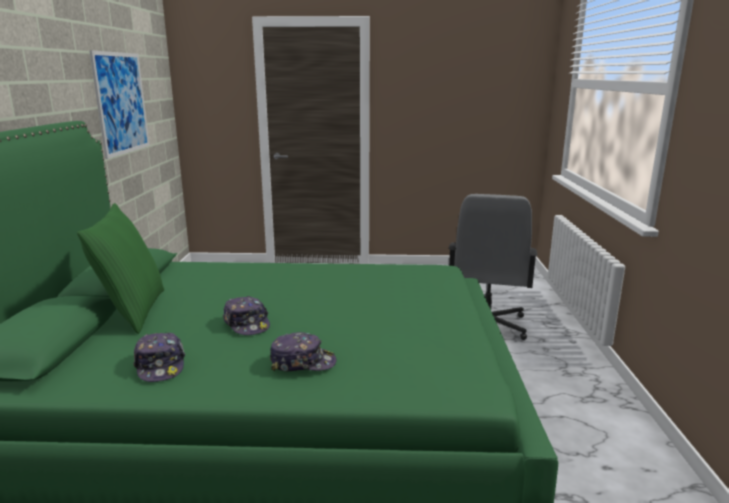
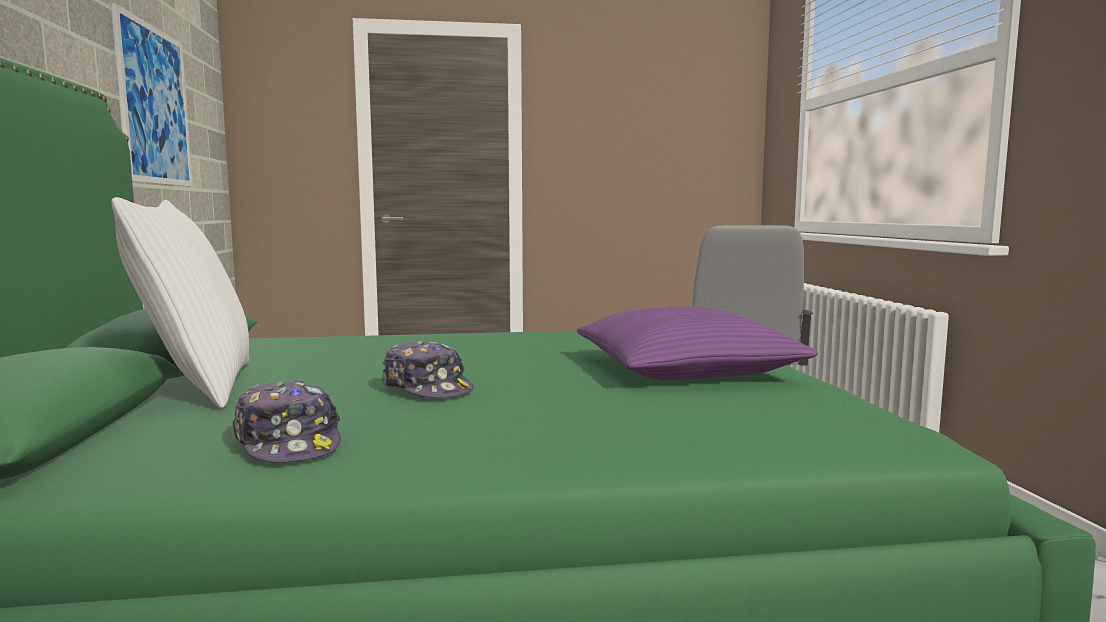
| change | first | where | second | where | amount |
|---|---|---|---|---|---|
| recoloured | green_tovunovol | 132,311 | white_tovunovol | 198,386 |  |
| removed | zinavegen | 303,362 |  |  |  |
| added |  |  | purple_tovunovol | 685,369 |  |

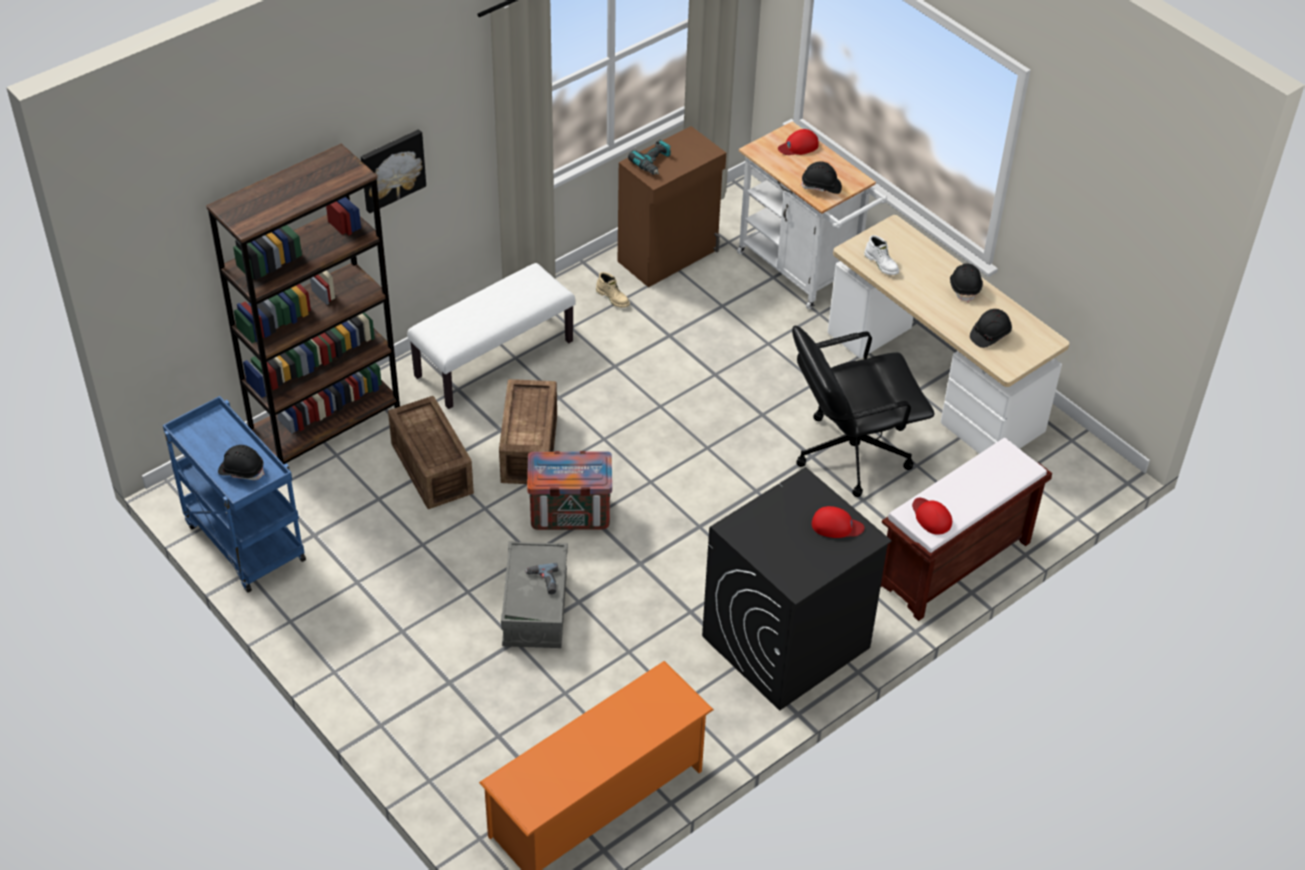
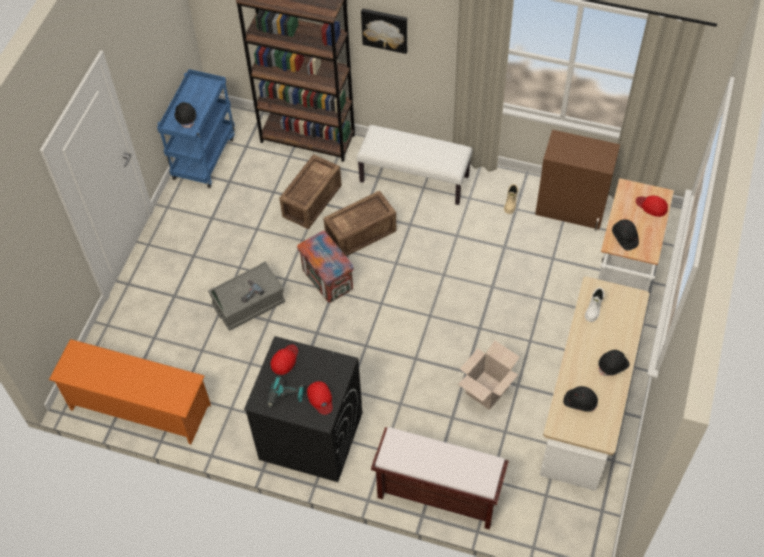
| change | first | where | second | where | amount |
|---|---|---|---|---|---|
| moved | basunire | 653,163 |  | 286,396 |  |
| replaced | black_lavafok | 850,452 | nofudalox | 486,390 |  |
| moved | red_zinavegen | 931,517 |  | 285,360 |  |

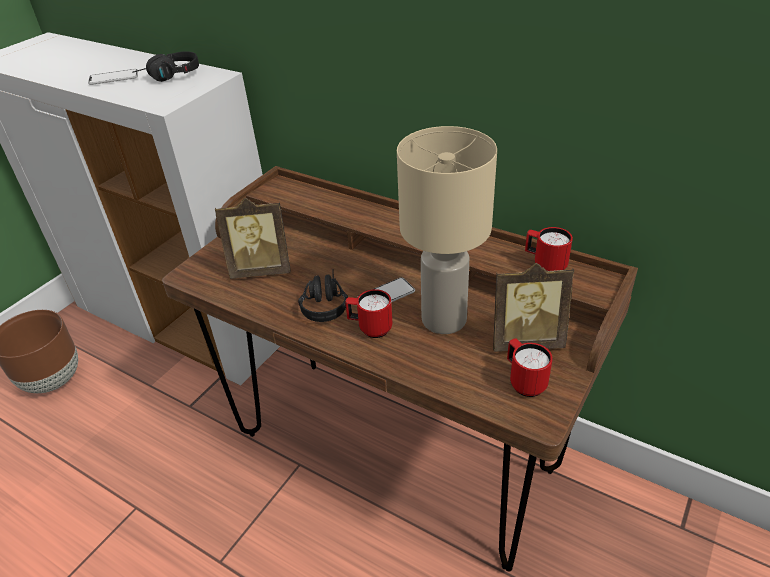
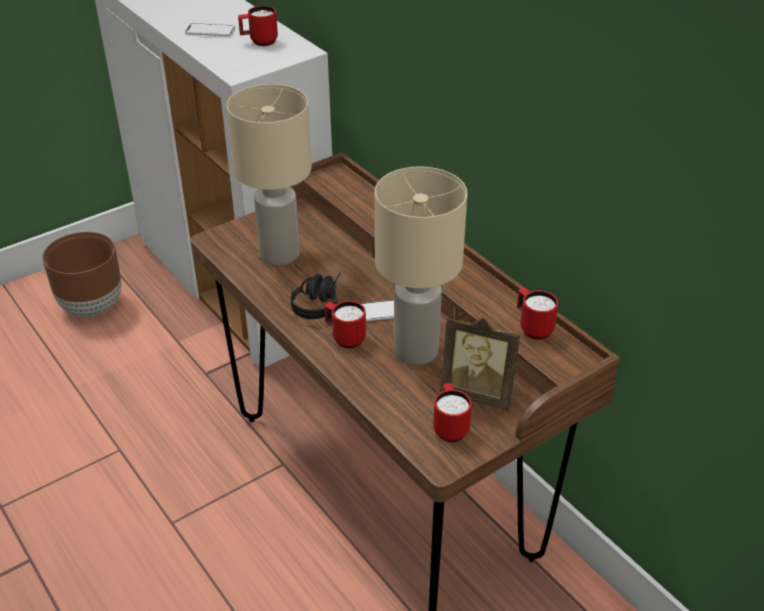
| change | first | where | second | where | amount |
|---|---|---|---|---|---|
| replaced | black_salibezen | 169,77 | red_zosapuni | 259,42 |  |
| replaced | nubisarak | 261,270 | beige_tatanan | 280,254 |  |

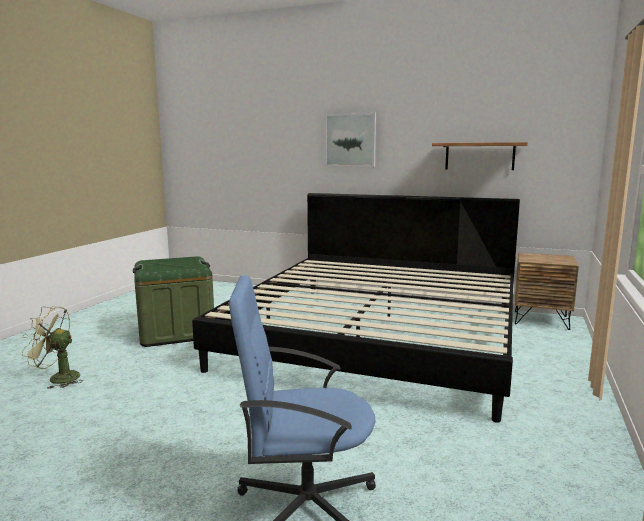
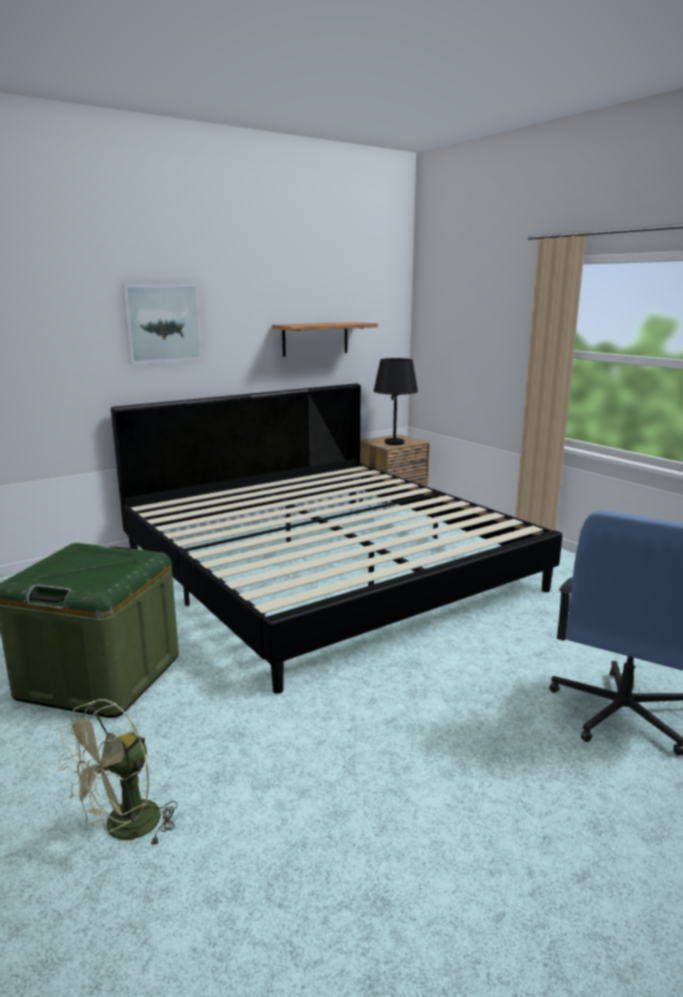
| change | first | where | second | where | amount |
|---|---|---|---|---|---|
| added |  |  | black_tatanan | 394,443 |  |

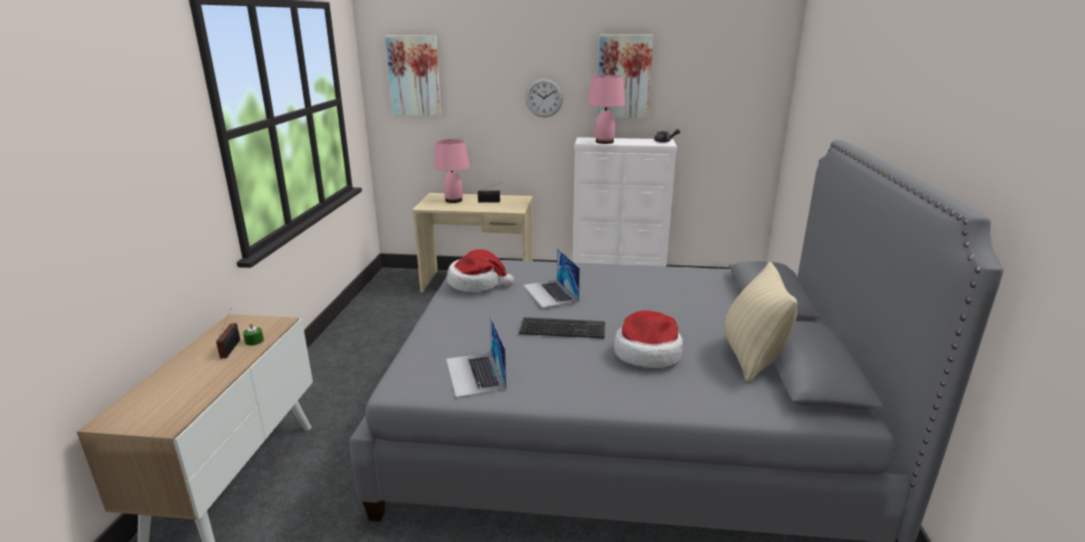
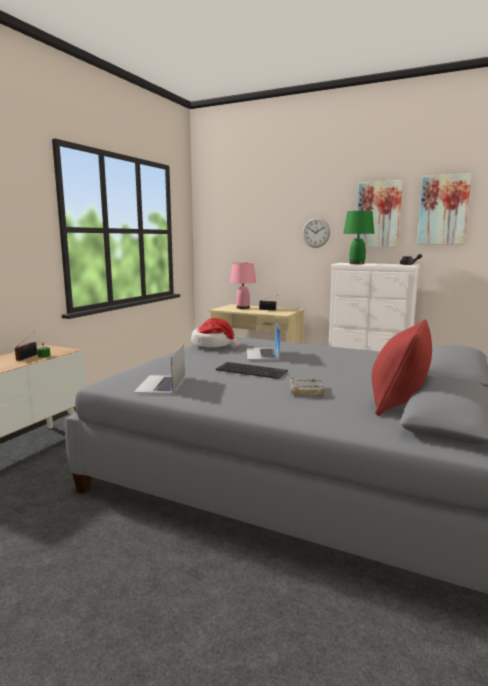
| change | first | where | second | where | amount |
|---|---|---|---|---|---|
| moved | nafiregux | 414,76 |  | 443,210 |  |
| recoloured | pink_tatanan | 605,142 | green_tatanan | 357,264 |  |
| recoloured | beige_tovunovol | 752,358 | red_tovunovol | 397,403 |  |
| replaced | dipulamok | 647,353 | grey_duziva | 305,390 |  |

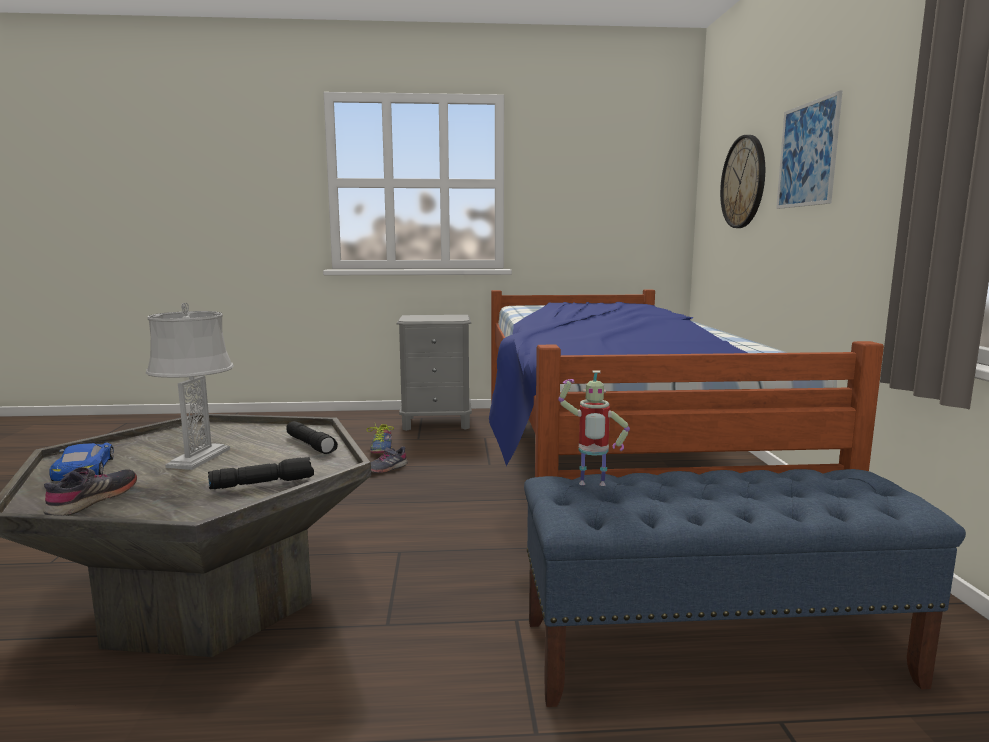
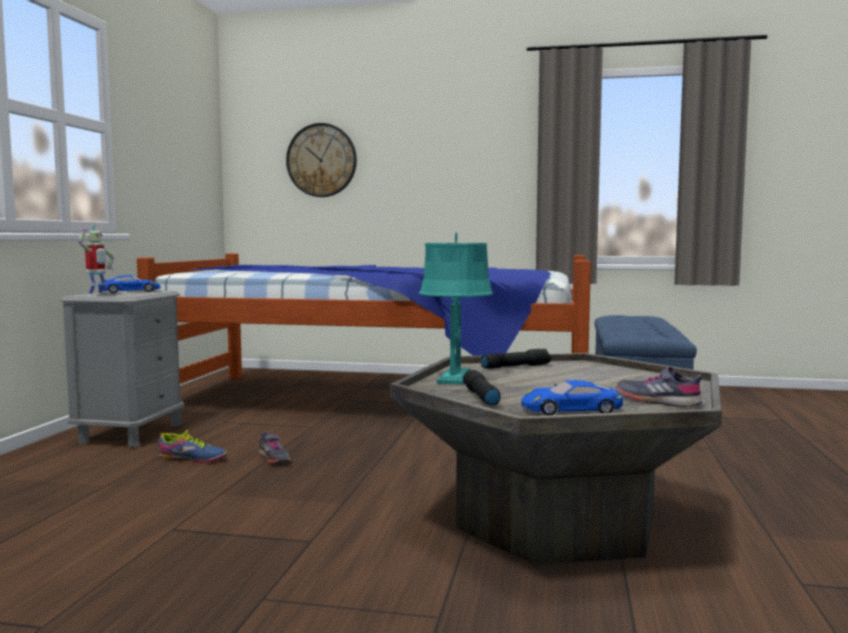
| change | first | where | second | where | amount |
|---|---|---|---|---|---|
| removed | nafiregux | 807,154 |  |  |  |
| removed | grey_tatanan | 199,458 |  |  |  |
| moved | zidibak | 591,485 |  | 97,295 |  |
| moved | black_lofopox | 263,483 |  | 480,397 |  |
| added |  |  | turquoise_tatanan | 455,378 |  |
| added |  |  | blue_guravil | 130,291 |  |

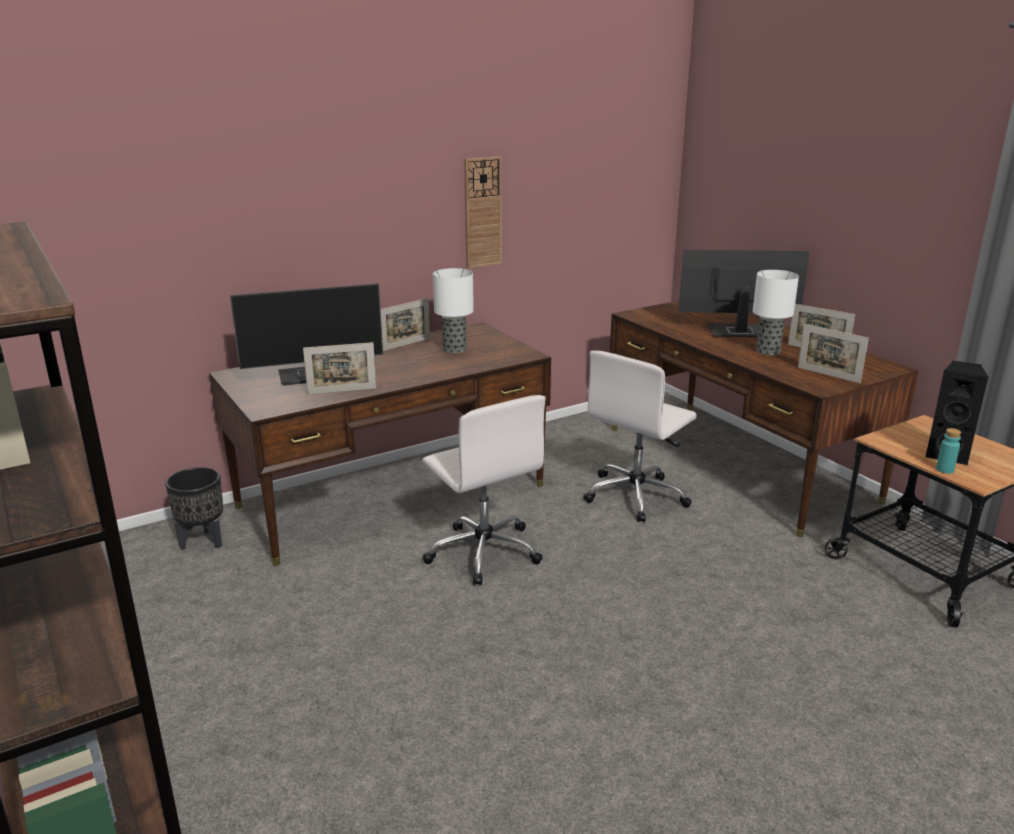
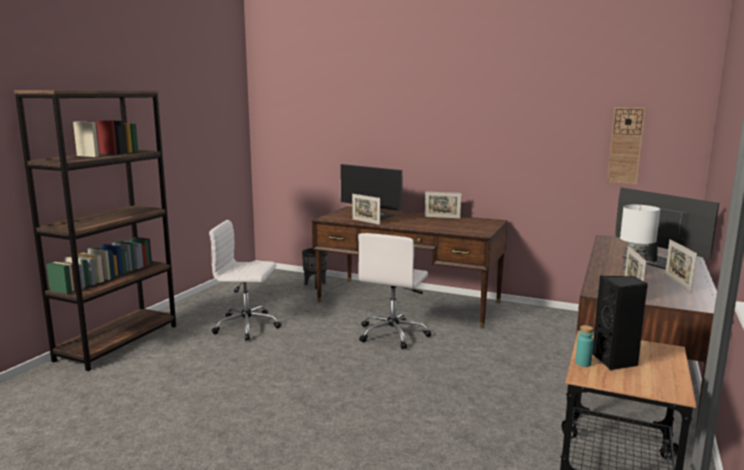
| change | first | where | second | where | amount |
|---|---|---|---|---|---|
| moved | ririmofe | 482,212 |  | 625,145 |  |
| removed | tatanan | 454,349 |  |  |  |
| moved | white_lavafok | 636,496 |  | 248,326 |  |

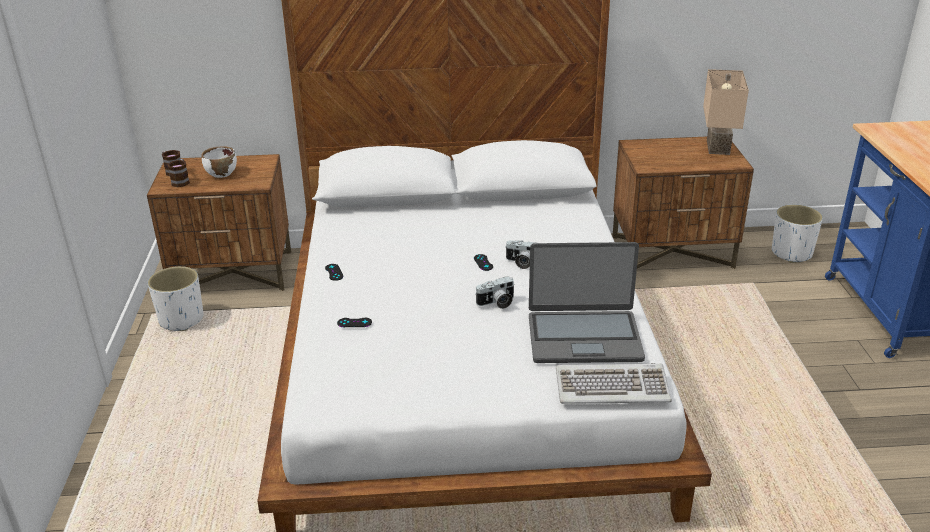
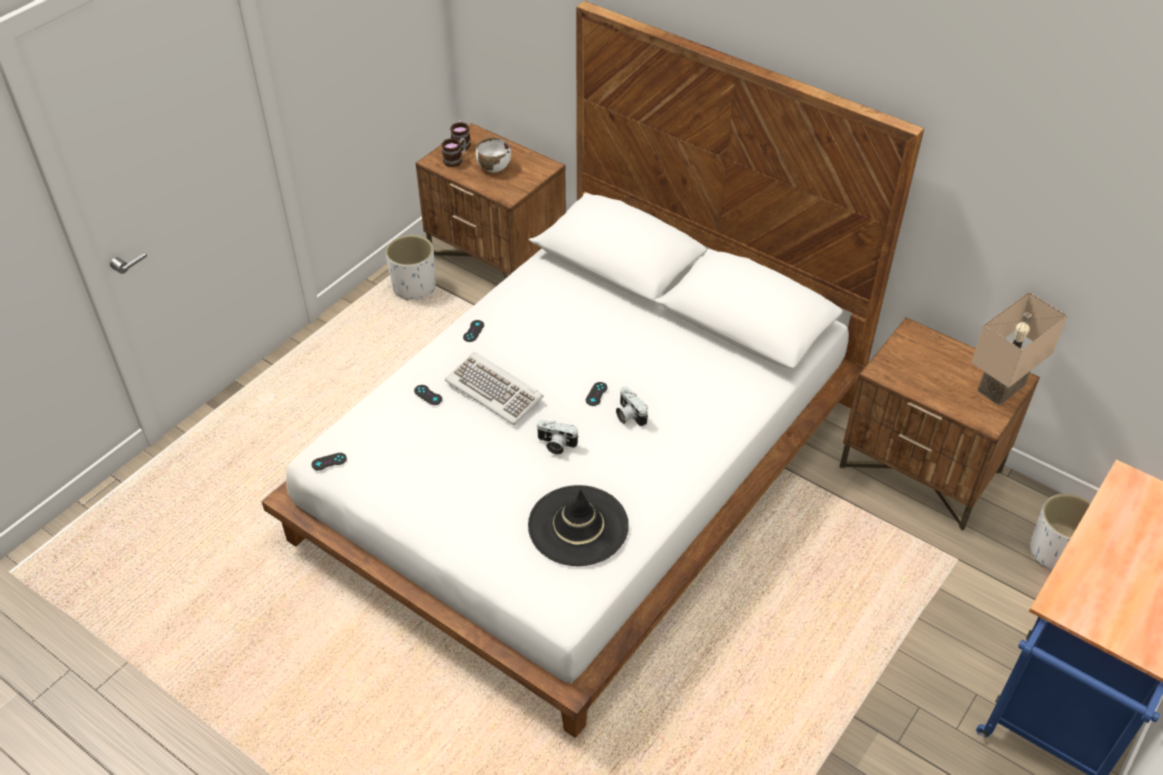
| change | first | where | second | where | amount |
|---|---|---|---|---|---|
| replaced | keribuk | 584,337 | black_dipulamok | 578,526 |  |
| moved | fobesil | 612,387 |  | 495,390 |  |
| added |  |  | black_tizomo | 329,461 |  |

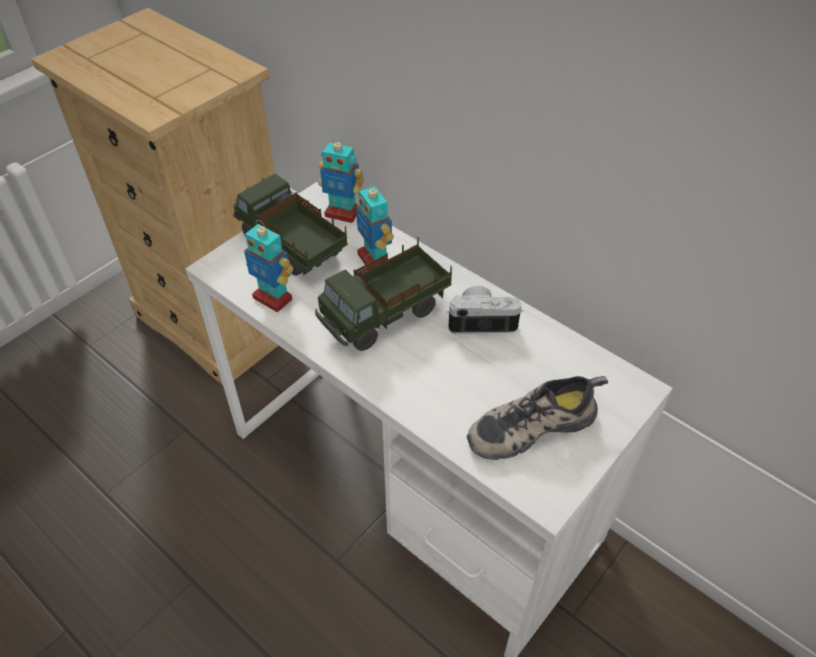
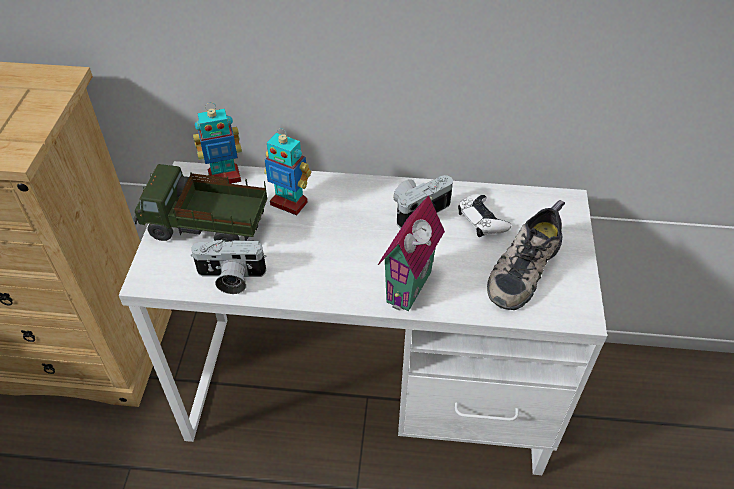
| change | first | where | second | where | amount |
|---|---|---|---|---|---|
| replaced | zidibak | 273,298 | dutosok | 230,278 |  |
| removed | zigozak | 386,315 |  |  |  |
| added |  |  | white_tizomo | 482,219 |  |
| added |  |  | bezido | 412,289 |  |

